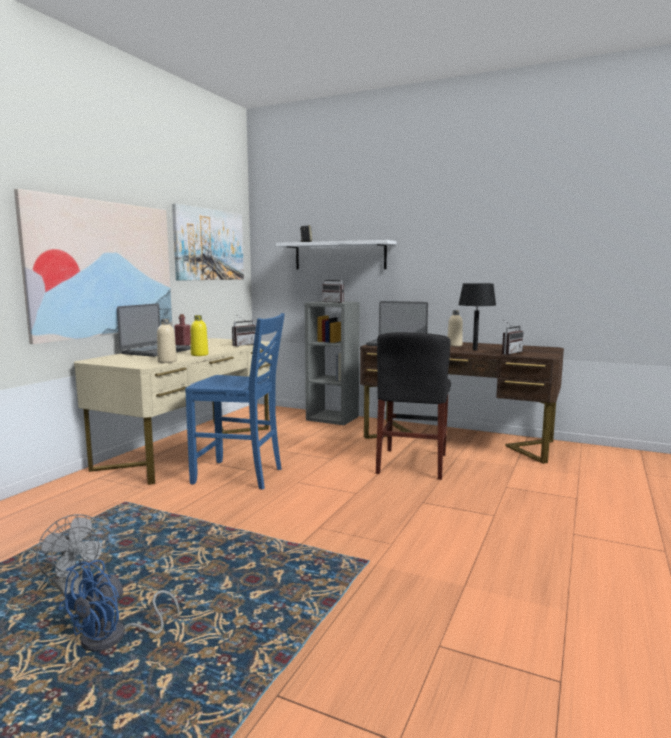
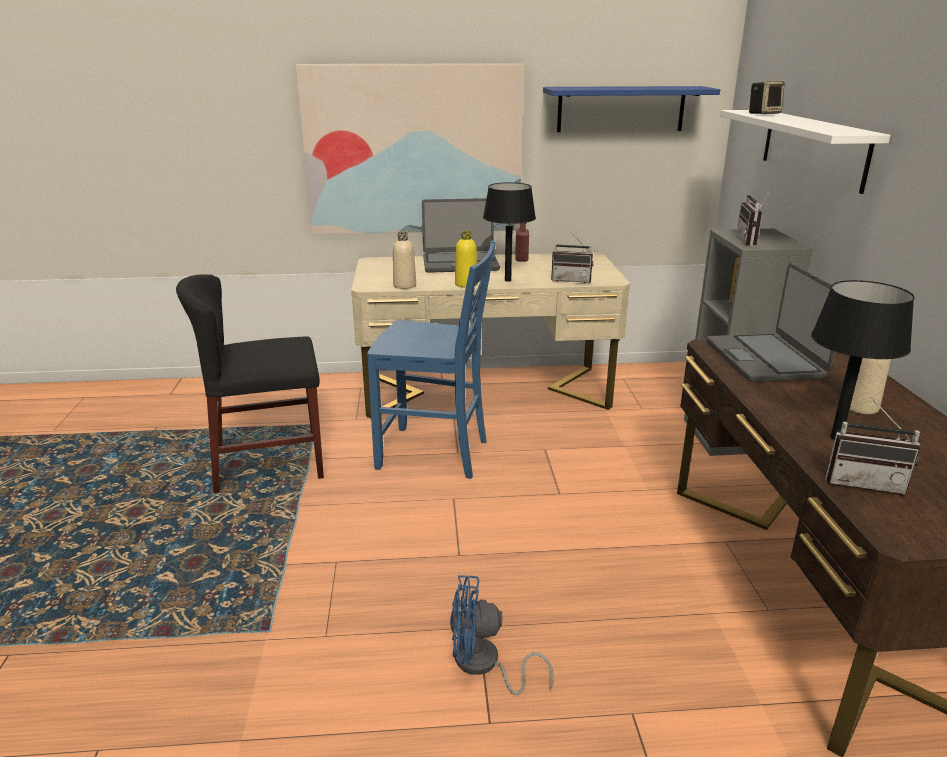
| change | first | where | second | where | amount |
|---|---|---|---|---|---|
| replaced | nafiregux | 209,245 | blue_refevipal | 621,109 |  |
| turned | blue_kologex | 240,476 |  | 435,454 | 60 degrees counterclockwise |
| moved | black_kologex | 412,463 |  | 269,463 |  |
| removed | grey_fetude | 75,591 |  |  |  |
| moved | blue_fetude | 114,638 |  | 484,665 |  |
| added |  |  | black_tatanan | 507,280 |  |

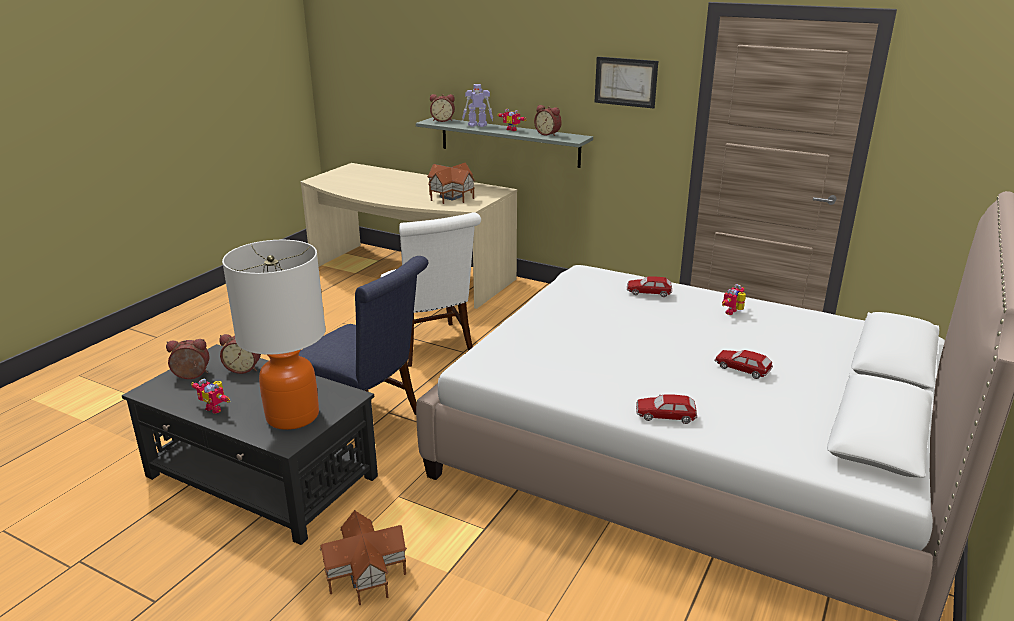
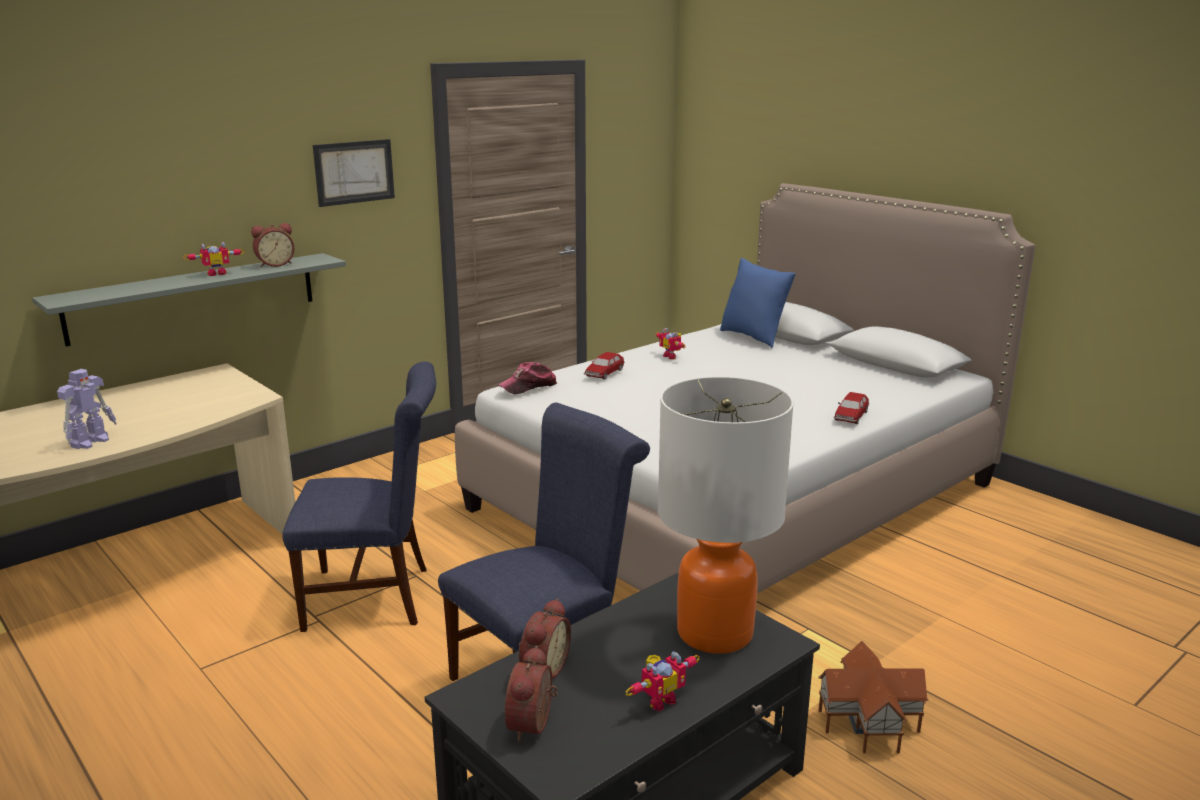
| change | first | where | second | where | amount |
|---|---|---|---|---|---|
| moved | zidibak | 478,125 |  | 91,441 |  |
| removed | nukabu | 443,120 |  |  |  |
| removed | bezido | 451,197 |  |  |  |
| recoloured | white_kologex | 432,347 | blue_kologex | 377,597 |  |
| removed | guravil | 742,369 |  |  |  |
| added |  |  | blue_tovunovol | 754,337 |  |
| added |  |  | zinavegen | 528,386 |  |

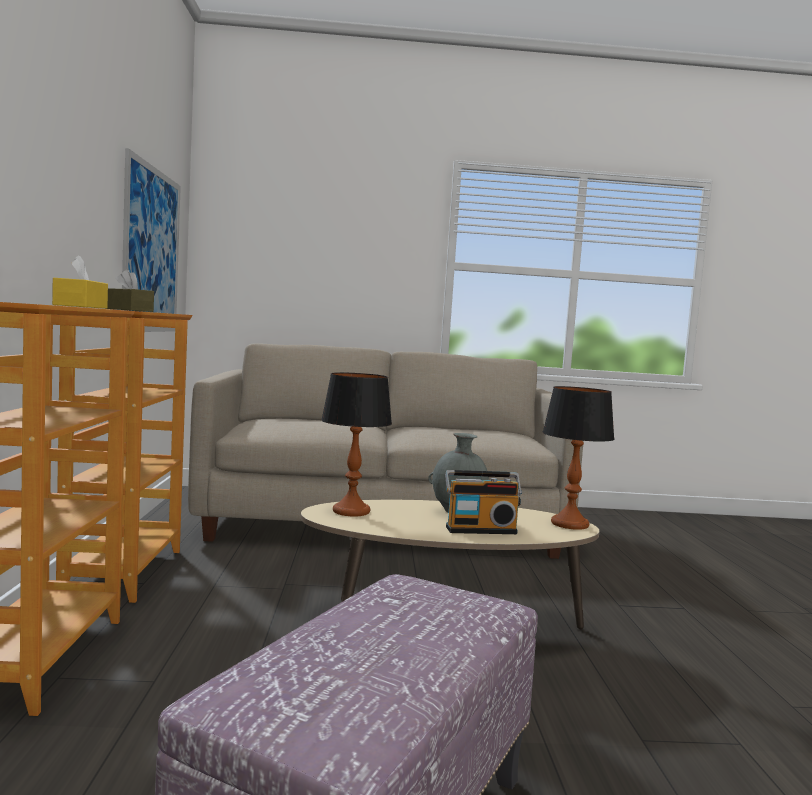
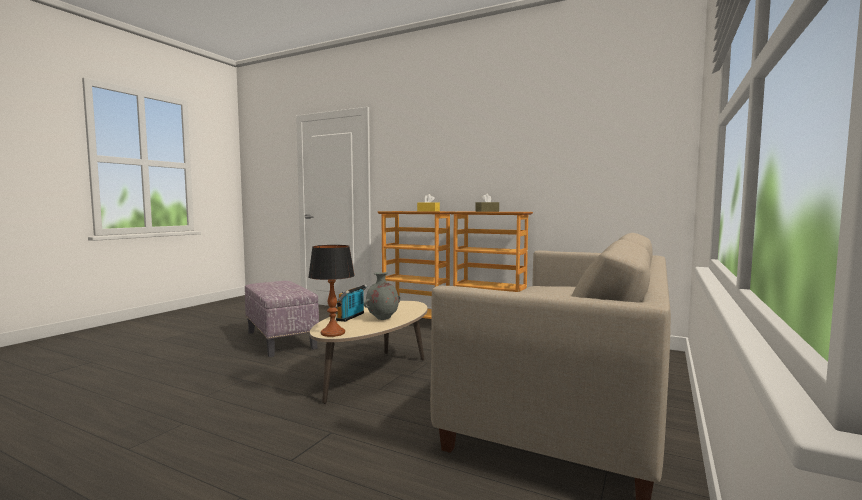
| change | first | where | second | where | amount |
|---|---|---|---|---|---|
| removed | nafiregux | 152,251 |  |  |  |
| removed | tatanan | 352,511 |  |  |  |

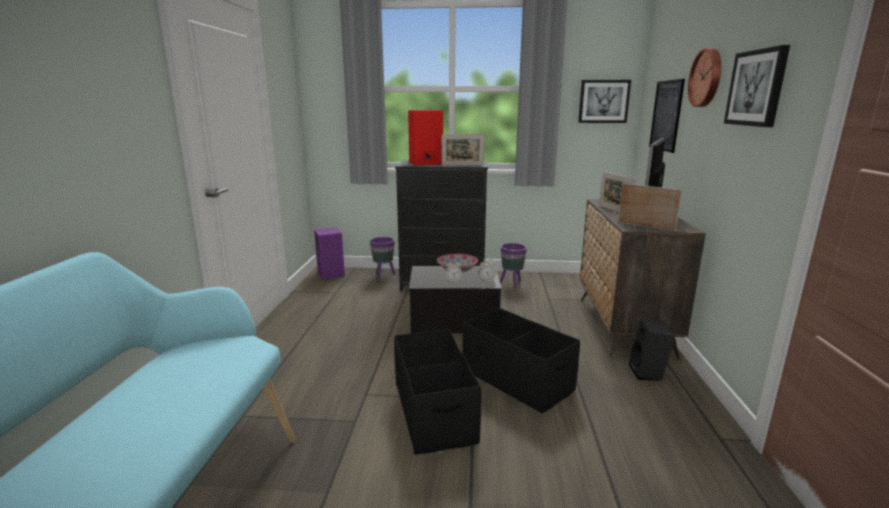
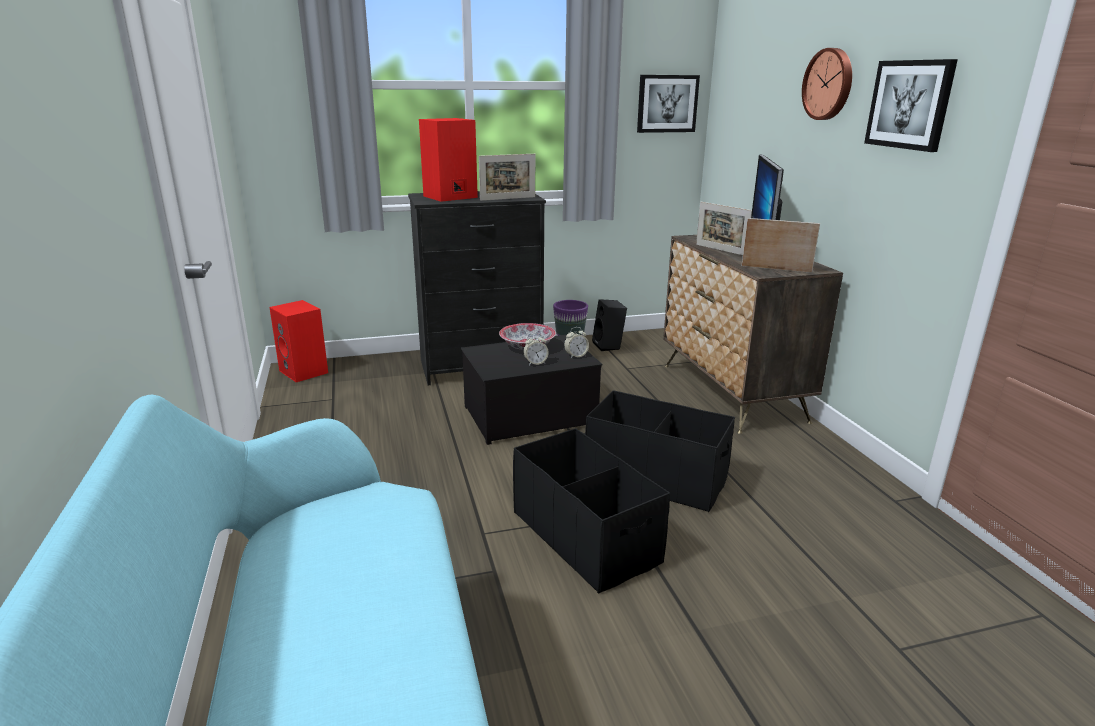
| change | first | where | second | where | amount |
|---|---|---|---|---|---|
| removed | nafiregux | 666,115 |  |  |  |
| recoloured | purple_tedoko | 331,274 | red_tedoko | 305,372 |  |
| removed | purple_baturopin | 383,275 |  |  |  |
| moved | black_tedoko | 648,373 |  | 609,346 |  |

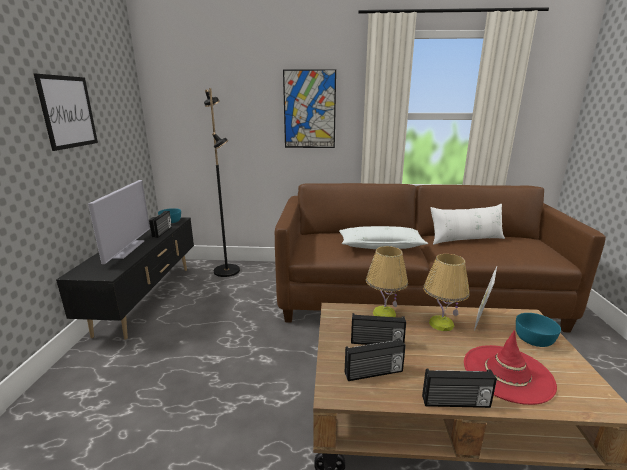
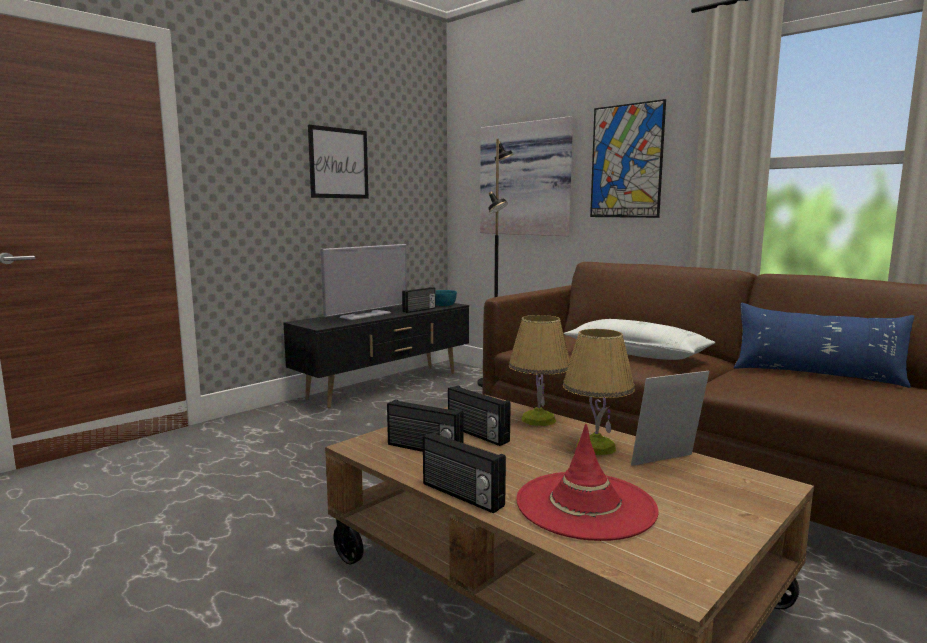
| change | first | where | second | where | amount |
|---|---|---|---|---|---|
| recoloured | white_tovunovol | 466,240 | blue_tovunovol | 816,375 |  |
| removed | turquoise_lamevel | 534,339 |  |  |  |
| added |  |  | nafiregux | 527,179 |  |

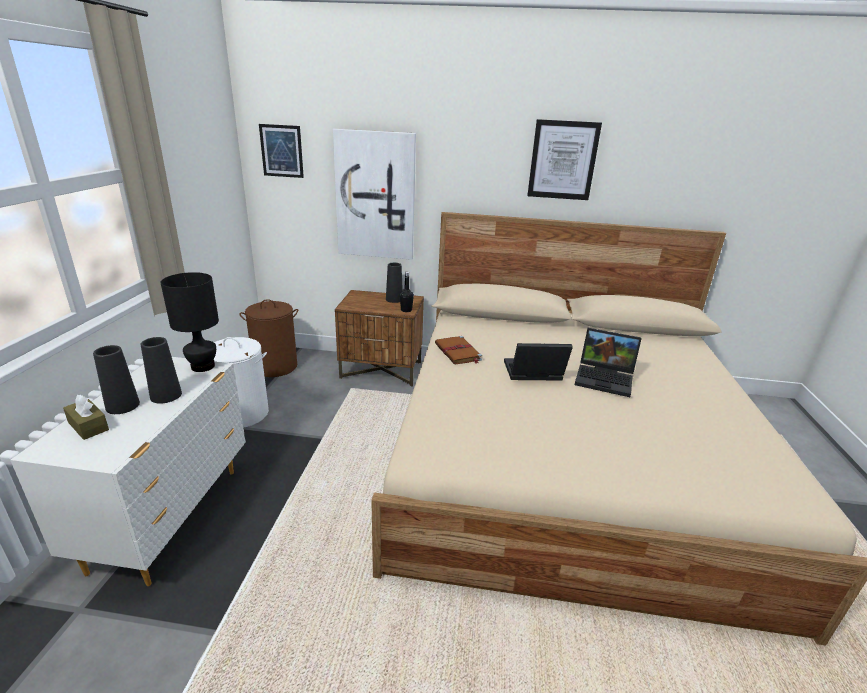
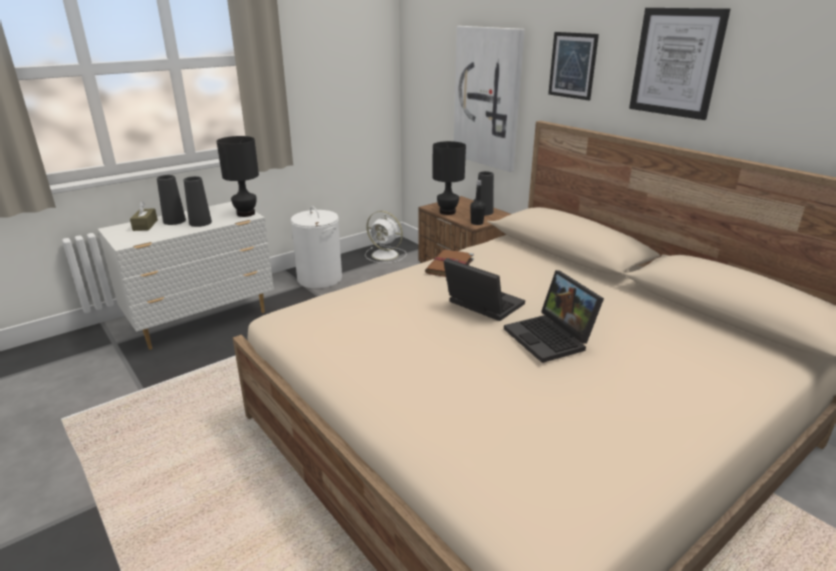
| change | first | where | second | where | amount |
|---|---|---|---|---|---|
| moved | nafiregux | 281,151 |  | 572,65 |  |
| replaced | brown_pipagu | 275,366 | white_fetude | 386,255 |  |
| added |  |  | black_tatanan | 447,212 |  |

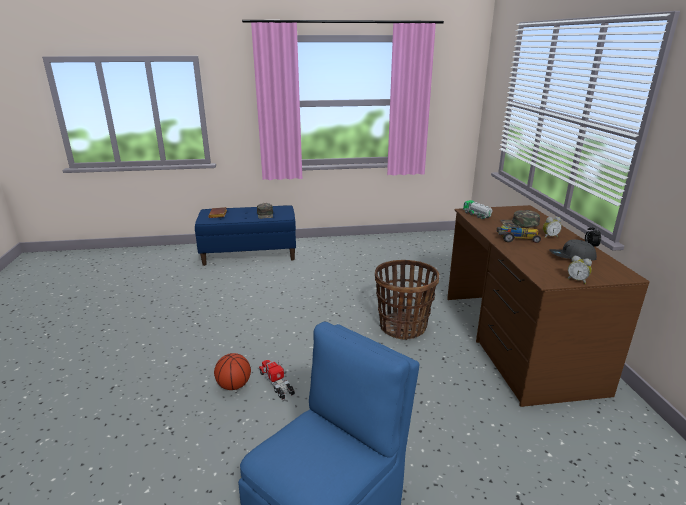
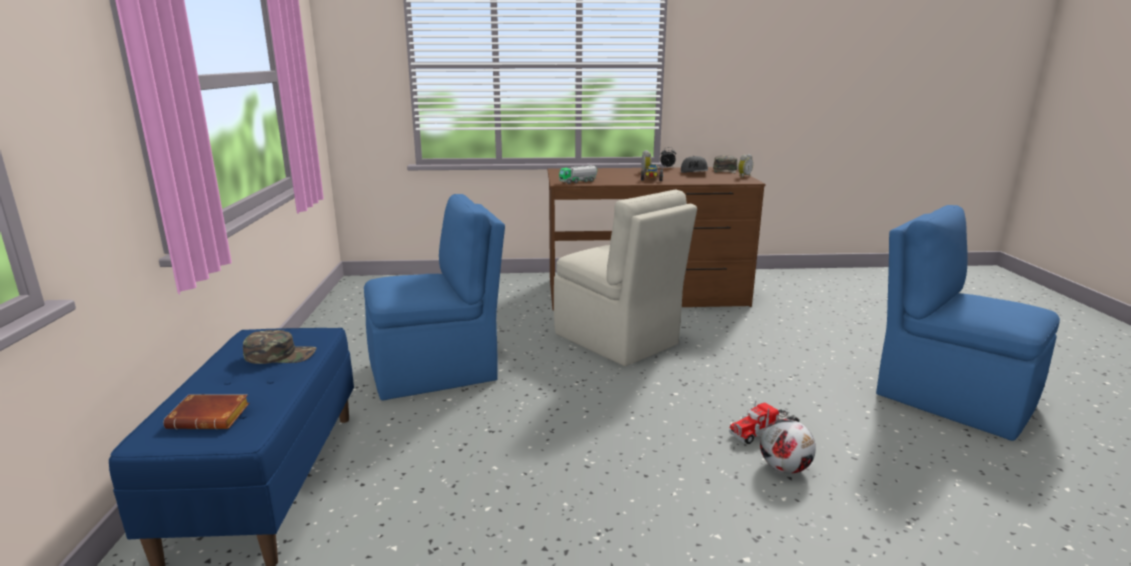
| change | first | where | second | where | amount |
|---|---|---|---|---|---|
| moved | green_zinavegen | 519,224 |  | 725,170 |  |
| replaced | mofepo | 403,327 | beige_kologex | 617,340 |  |
| replaced | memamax | 234,385 | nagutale | 784,468 |  |
| added |  |  | blue_kologex | 437,371 |  |

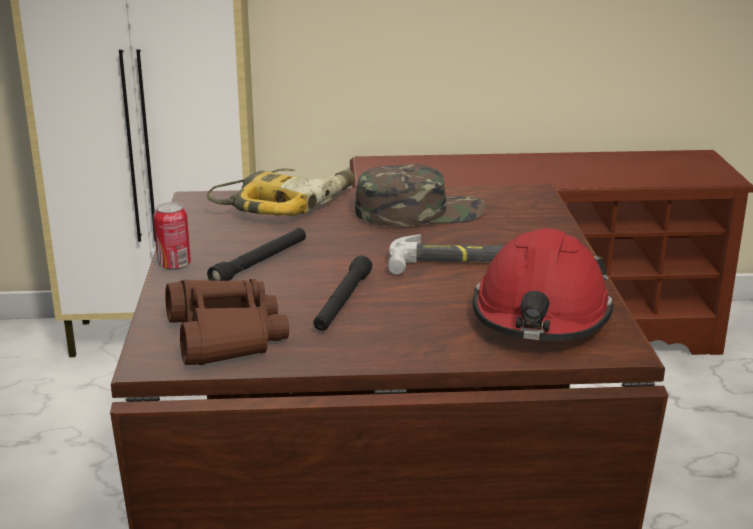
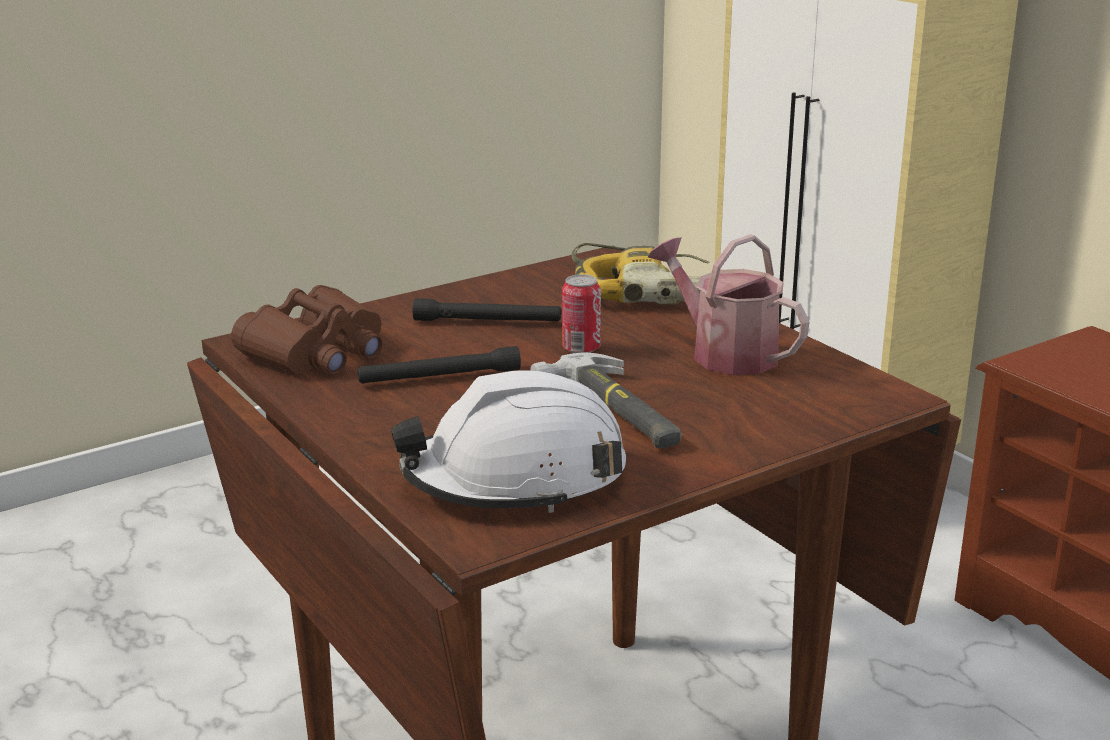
| change | first | where | second | where | amount |
|---|---|---|---|---|---|
| replaced | green_zinavegen | 419,212 | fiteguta | 725,353 |  |
| moved | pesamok | 174,265 |  | 581,349 |  |
| recoloured | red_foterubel | 541,316 | white_foterubel | 515,478 |  |

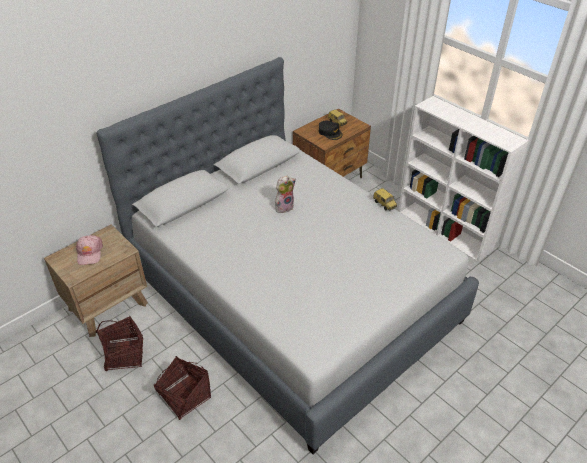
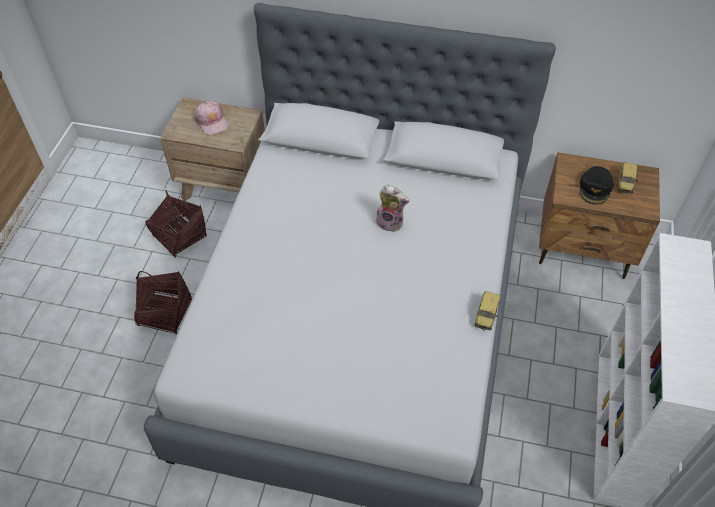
| change | first | where | second | where | amount |
|---|---|---|---|---|---|
| turned | pink_zinavegen | 89,253 |  | 212,121 | 75 degrees counterclockwise |

